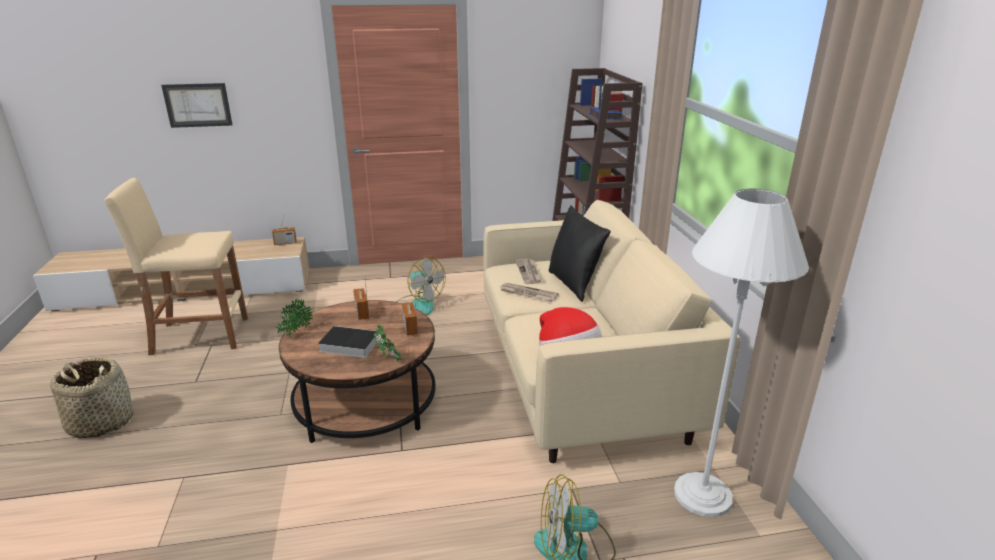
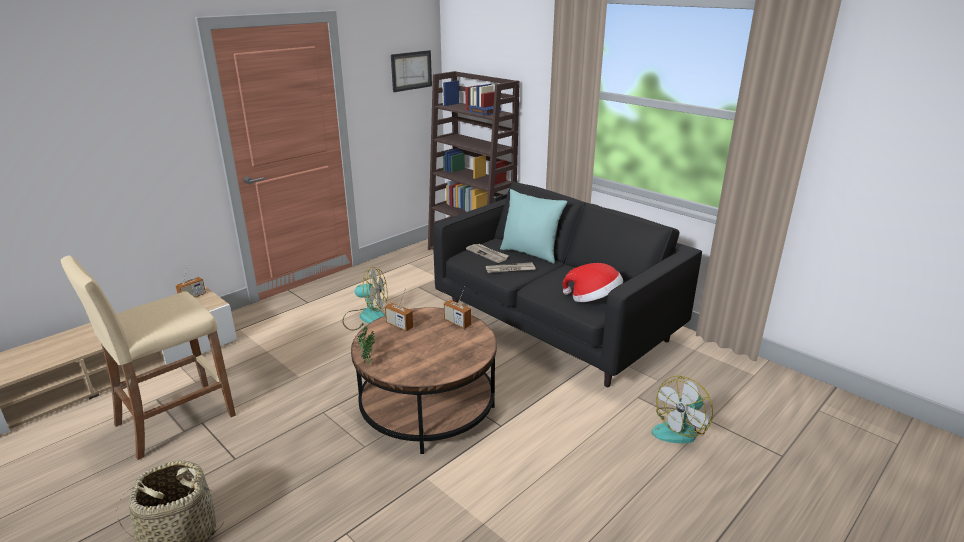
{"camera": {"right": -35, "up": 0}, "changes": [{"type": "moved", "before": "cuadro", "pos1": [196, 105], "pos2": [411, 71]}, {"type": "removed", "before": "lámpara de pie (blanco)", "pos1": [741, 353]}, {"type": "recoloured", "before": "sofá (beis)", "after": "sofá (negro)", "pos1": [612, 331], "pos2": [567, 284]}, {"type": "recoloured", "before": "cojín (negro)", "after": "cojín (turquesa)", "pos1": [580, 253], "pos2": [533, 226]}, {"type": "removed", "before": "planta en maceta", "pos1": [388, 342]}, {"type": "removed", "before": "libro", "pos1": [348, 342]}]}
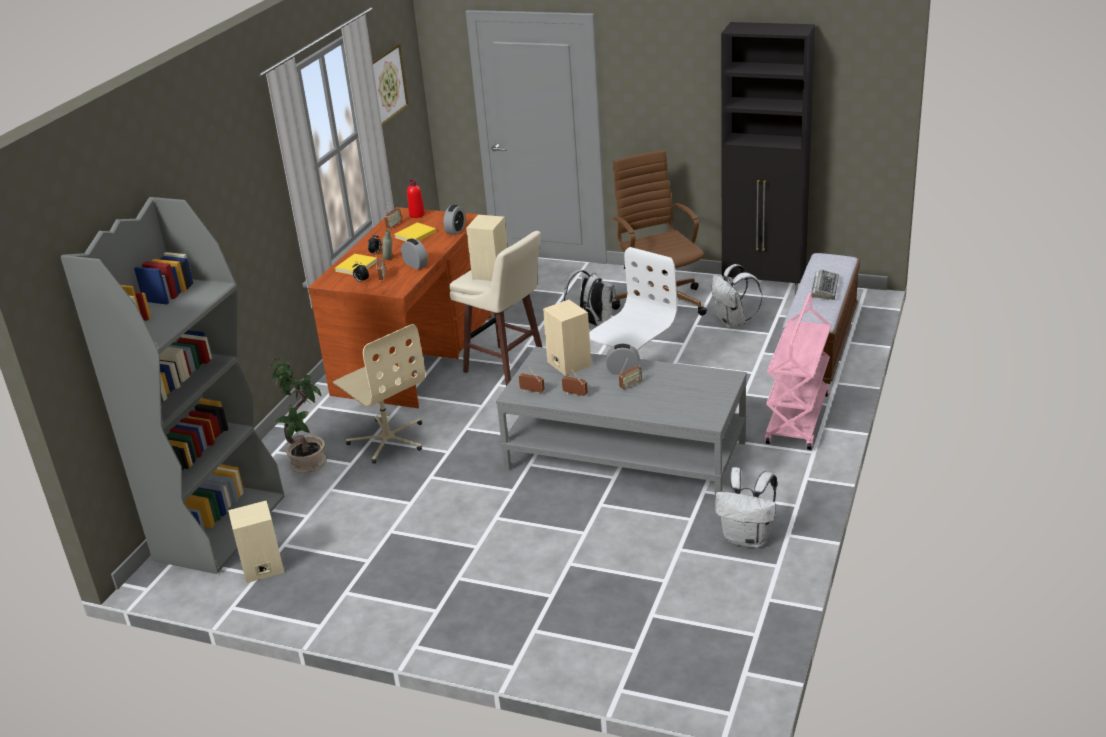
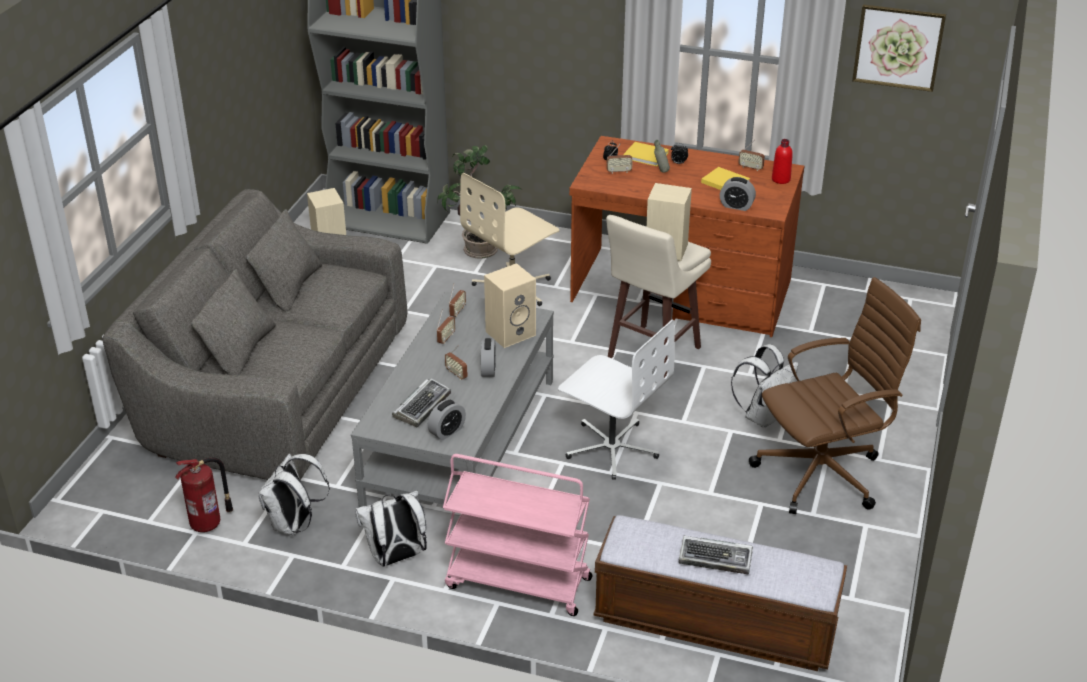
{"camera": {"right": 85, "up": 5}, "changes": [{"type": "removed", "before": "armario (negro)", "pos1": [768, 158]}, {"type": "moved", "before": "despertador", "pos1": [414, 254], "pos2": [446, 419]}, {"type": "moved", "before": "mochila (blanco)", "pos1": [737, 296], "pos2": [391, 528]}, {"type": "added", "after": "sofá (gris)", "pos2": [255, 334]}, {"type": "added", "after": "teclado", "pos2": [421, 402]}, {"type": "added", "after": "extintor", "pos2": [204, 495]}]}
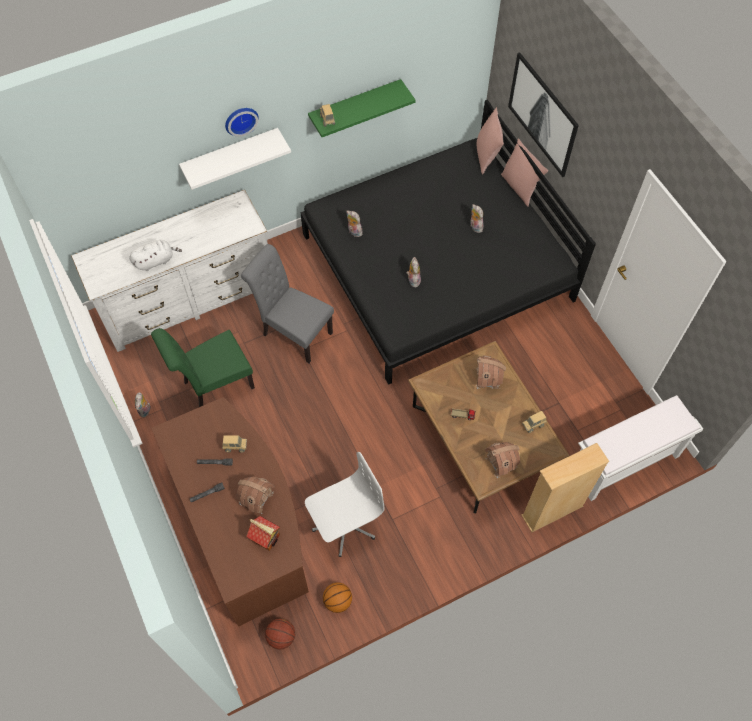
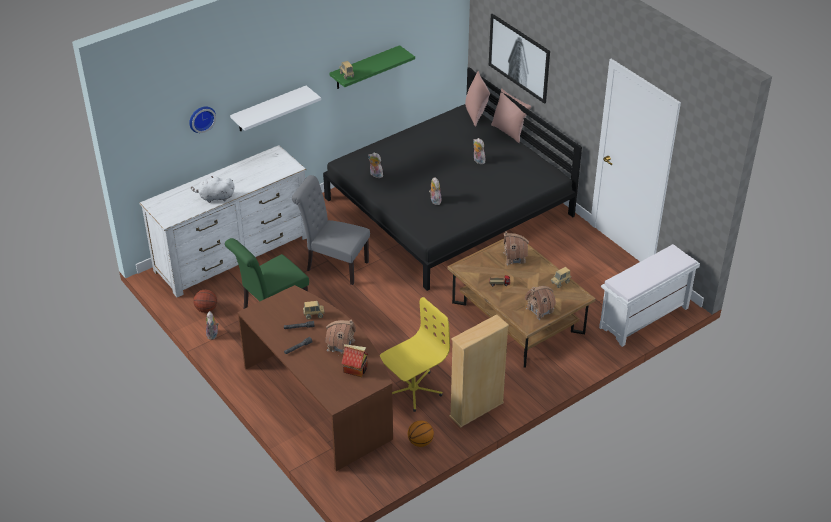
{"camera": {"right": -10, "up": -20}, "changes": [{"type": "moved", "before": "reloj de pared", "pos1": [242, 122], "pos2": [202, 119]}, {"type": "turned", "before": "peluche (blanco)", "pos1": [155, 255], "pos2": [213, 189], "turn": -150}, {"type": "moved", "before": "estantería (beis)", "pos1": [565, 487], "pos2": [479, 371]}, {"type": "recoloured", "before": "silla de oficina (blanco)", "after": "silla de oficina (amarillo)", "pos1": [344, 504], "pos2": [415, 354]}, {"type": "moved", "before": "balón de baloncesto", "pos1": [280, 634], "pos2": [205, 301]}]}
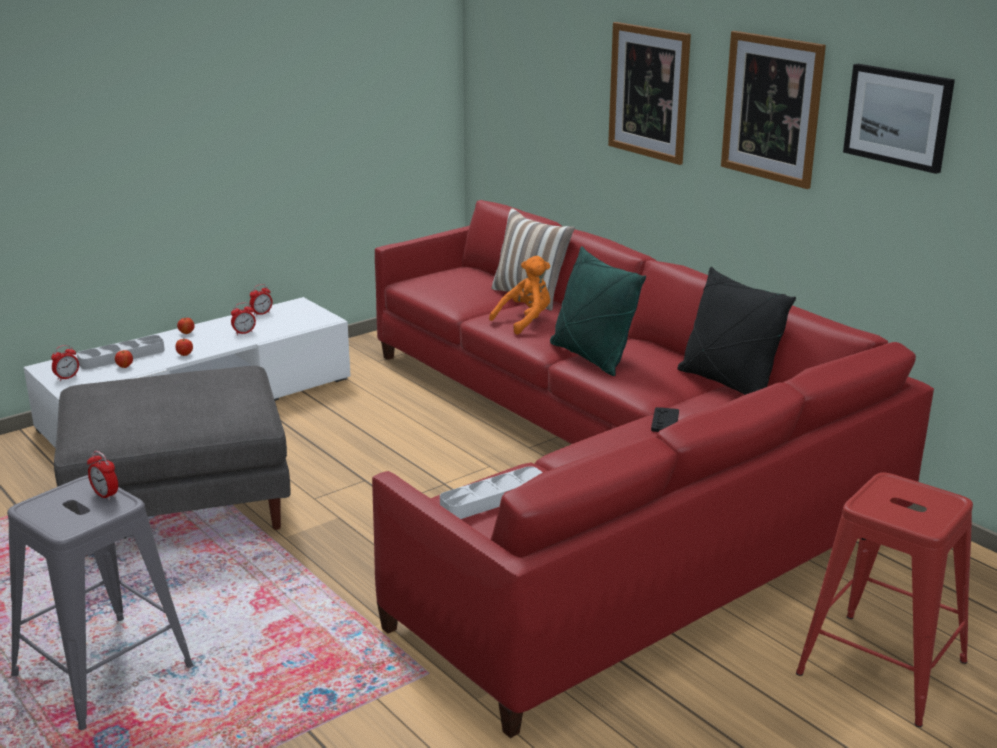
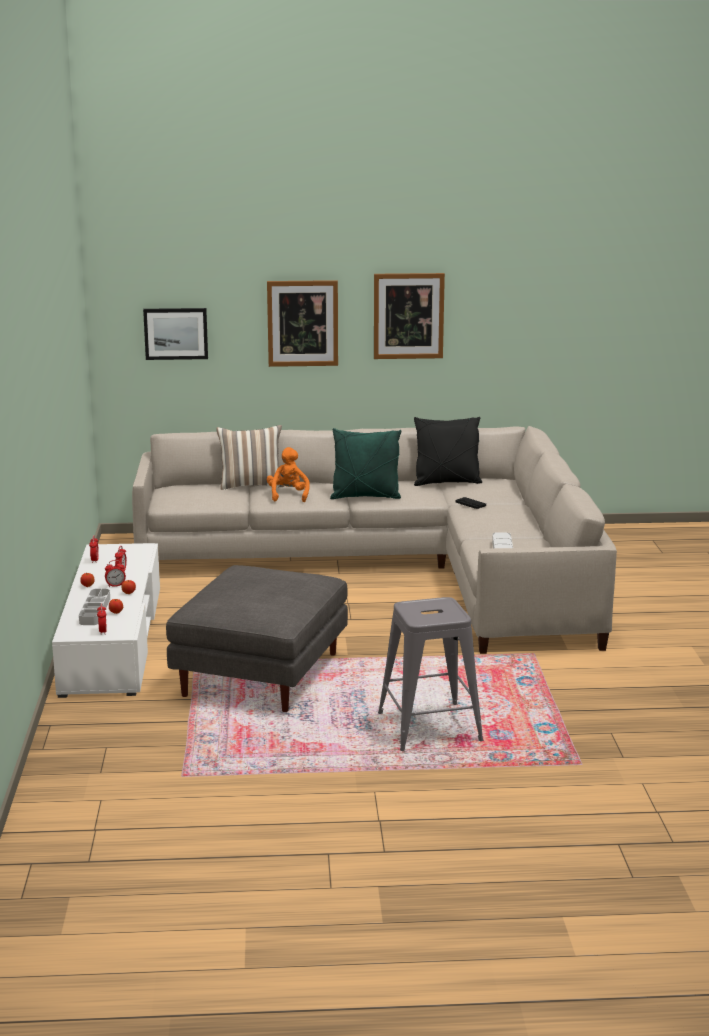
{"camera": {"right": -55, "up": -5}, "changes": [{"type": "moved", "before": "cuadro", "pos1": [899, 119], "pos2": [175, 334]}, {"type": "recoloured", "before": "sofá (rojo)", "after": "sofá (beis)", "pos1": [653, 469], "pos2": [374, 540]}, {"type": "moved", "before": "despertador", "pos1": [102, 476], "pos2": [115, 573]}, {"type": "removed", "before": "taburete (rojo)", "pos1": [884, 599]}]}
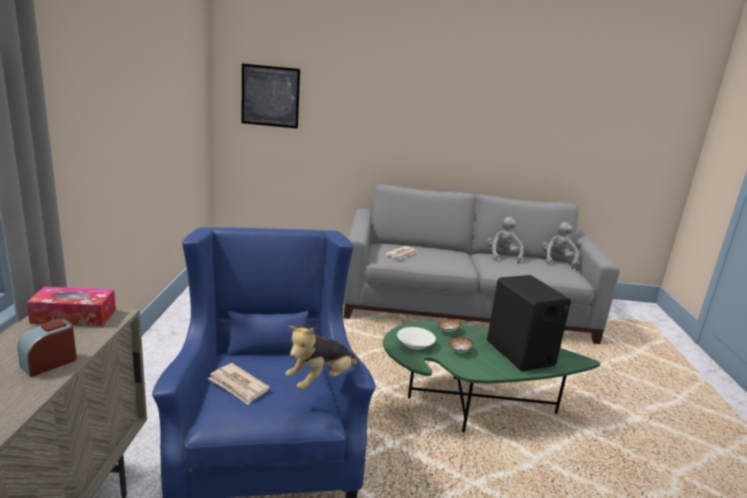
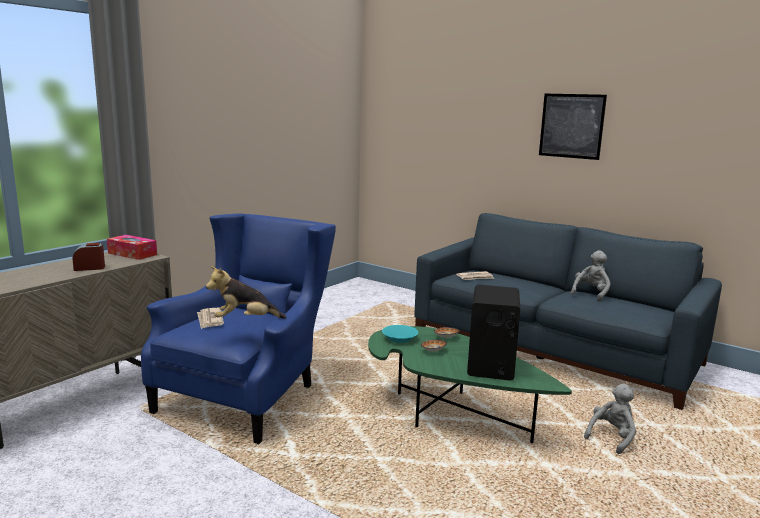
{"camera": {"right": 35, "up": -5}, "changes": [{"type": "moved", "before": "cuadro", "pos1": [271, 96], "pos2": [573, 127]}, {"type": "recoloured", "before": "sofá (gris)", "after": "sofá (azul)", "pos1": [482, 264], "pos2": [568, 311]}, {"type": "moved", "before": "peluche (gris)", "pos1": [560, 245], "pos2": [610, 418]}, {"type": "recoloured", "before": "cuenco (blanco)", "after": "cuenco (turquesa)", "pos1": [416, 338], "pos2": [400, 334]}]}
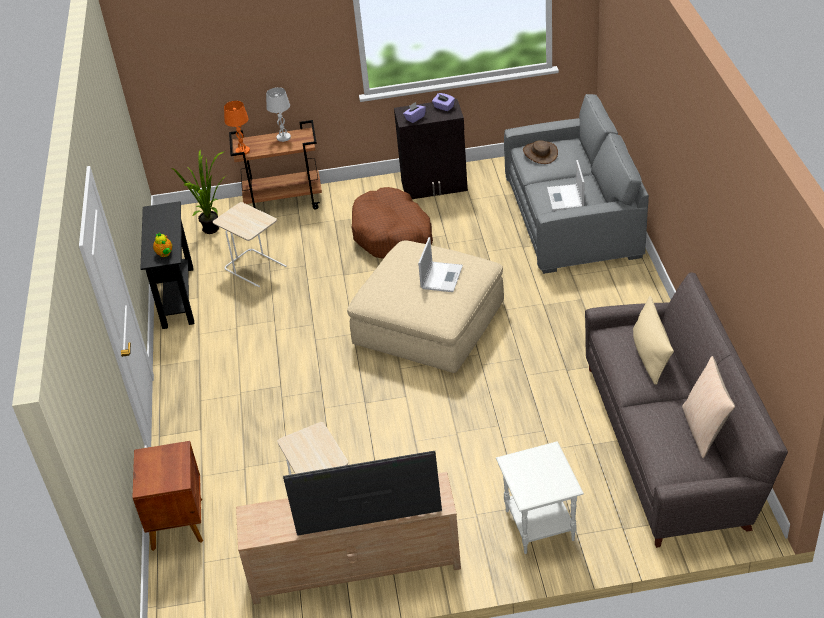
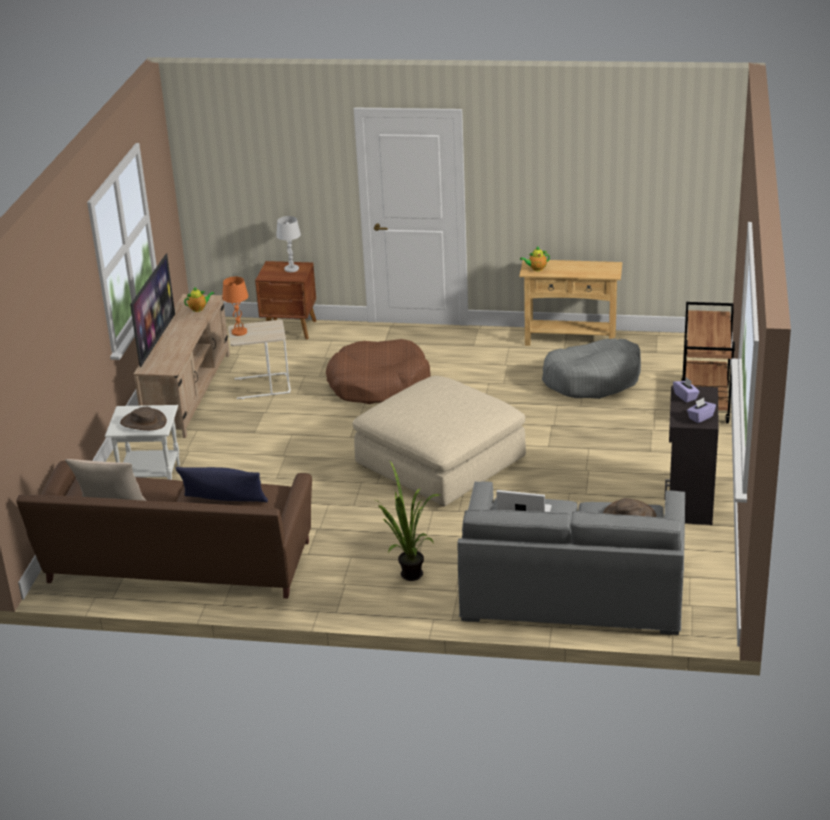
{"camera": {"right": 105, "up": -10}, "changes": [{"type": "moved", "before": "lámpara de mesa (blanco)", "pos1": [278, 114], "pos2": [288, 244]}, {"type": "moved", "before": "lámpara de mesa (naranja)", "pos1": [237, 128], "pos2": [235, 306]}, {"type": "moved", "before": "planta en maceta", "pos1": [199, 192], "pos2": [408, 520]}, {"type": "moved", "before": "cama para perro (marrón)", "pos1": [392, 223], "pos2": [378, 371]}, {"type": "recoloured", "before": "mesa consola (negro)", "after": "mesa consola (beis)", "pos1": [167, 265], "pos2": [570, 302]}, {"type": "replaced", "before": "mesa auxiliar (beis)", "after": "cama para perro (gris)", "pos1": [250, 244], "pos2": [591, 368]}, {"type": "removed", "before": "portátil", "pos1": [440, 264]}, {"type": "recoloured", "before": "sofá (gris)", "after": "sofá (marrón)", "pos1": [686, 410], "pos2": [164, 529]}, {"type": "recoloured", "before": "cojín (beis)", "after": "cojín (azul)", "pos1": [653, 340], "pos2": [222, 484]}, {"type": "added", "after": "tetera", "pos2": [199, 299]}, {"type": "added", "after": "sombrero (marrón)", "pos2": [143, 418]}]}
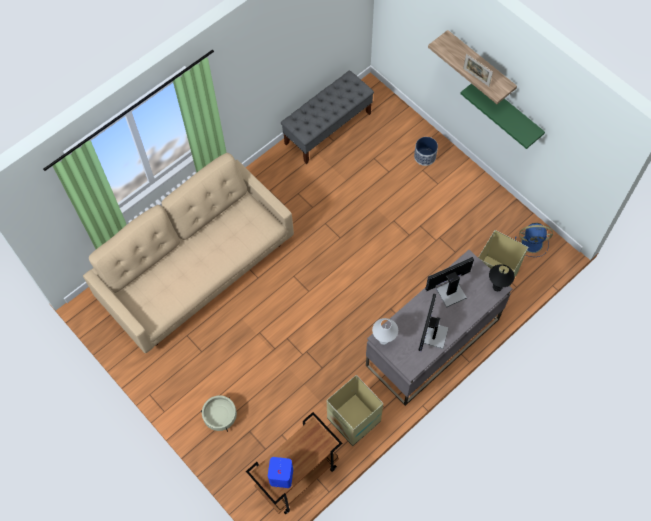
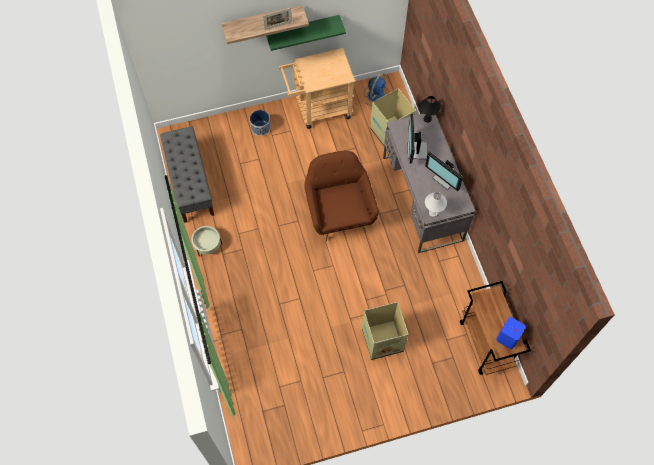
{"camera": {"right": -65, "up": 0}, "changes": [{"type": "removed", "before": "sofá (beis)", "pos1": [188, 253]}, {"type": "moved", "before": "caja de cartón", "pos1": [355, 410], "pos2": [385, 331]}, {"type": "moved", "before": "maceta (beis)", "pos1": [219, 413], "pos2": [206, 241]}, {"type": "added", "after": "carrito (beis)", "pos2": [317, 88]}, {"type": "added", "after": "sillón (marrón)", "pos2": [341, 196]}]}
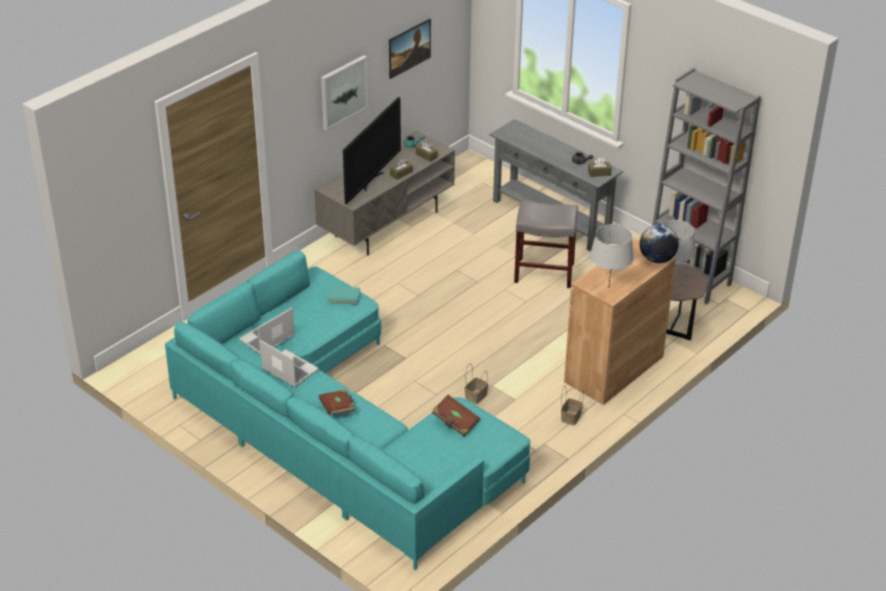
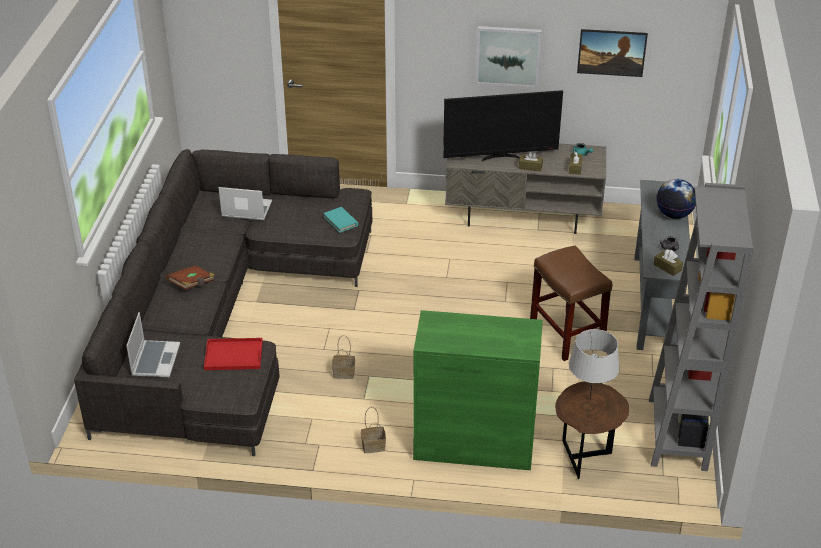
{"camera": {"right": 55, "up": 0}, "changes": [{"type": "recoloured", "before": "taburete (gris)", "after": "taburete (marrón)", "pos1": [546, 244], "pos2": [571, 303]}, {"type": "removed", "before": "lámpara de mesa (gris)", "pos1": [612, 254]}, {"type": "moved", "before": "globo terráqueo", "pos1": [659, 243], "pos2": [676, 199]}, {"type": "recoloured", "before": "armario (marrón)", "after": "armario (verde)", "pos1": [620, 322], "pos2": [478, 390]}, {"type": "recoloured", "before": "sofá (turquesa)", "after": "sofá (gris)", "pos1": [347, 410], "pos2": [223, 302]}, {"type": "moved", "before": "portátil", "pos1": [289, 363], "pos2": [153, 344]}, {"type": "replaced", "before": "libro (marrón)", "after": "bandeja (rojo)", "pos1": [456, 416], "pos2": [233, 354]}]}
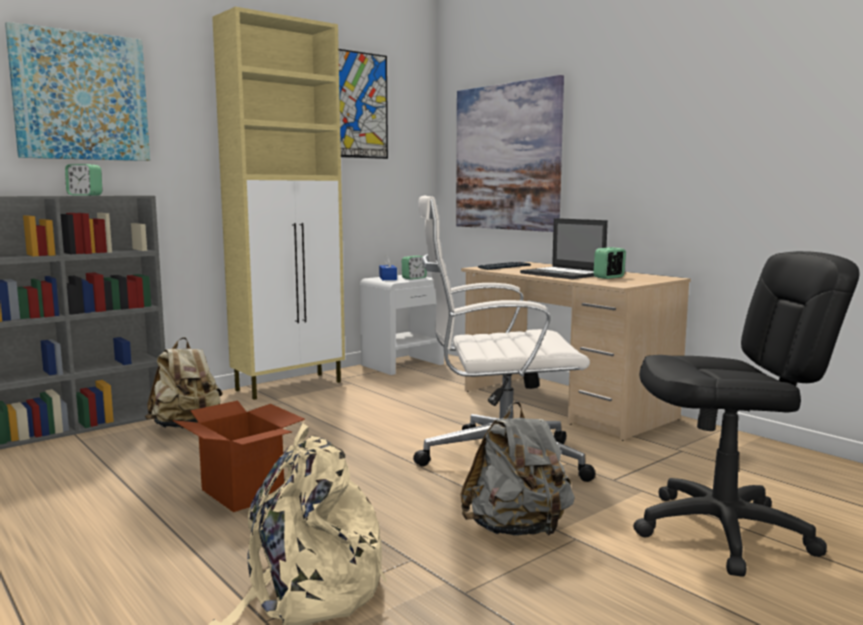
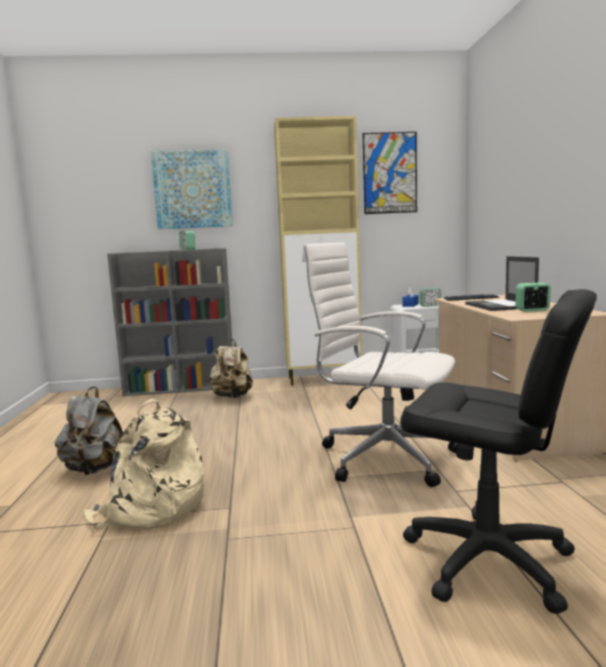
{"camera": {"right": 35, "up": 0}, "changes": [{"type": "removed", "before": "cuadro", "pos1": [510, 153]}, {"type": "removed", "before": "caja de cartón", "pos1": [238, 456]}, {"type": "moved", "before": "mochila (gris)", "pos1": [517, 468], "pos2": [89, 431]}]}
